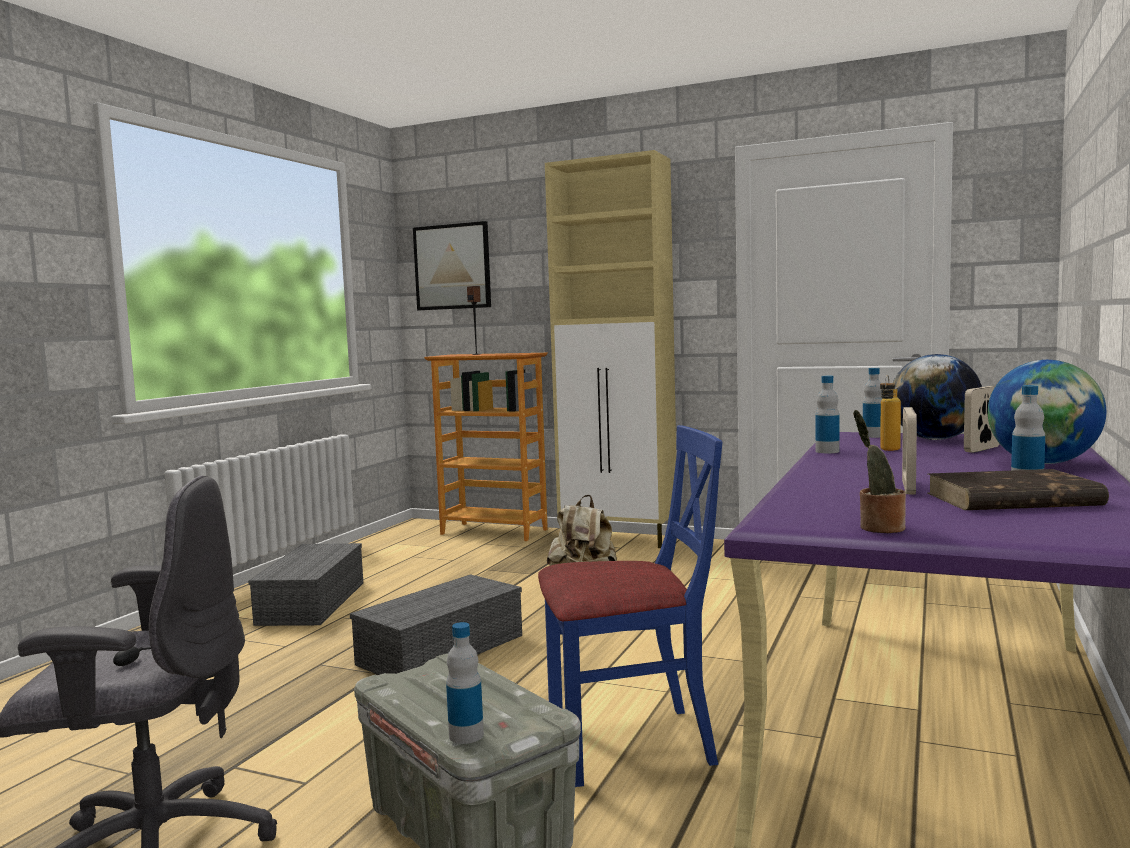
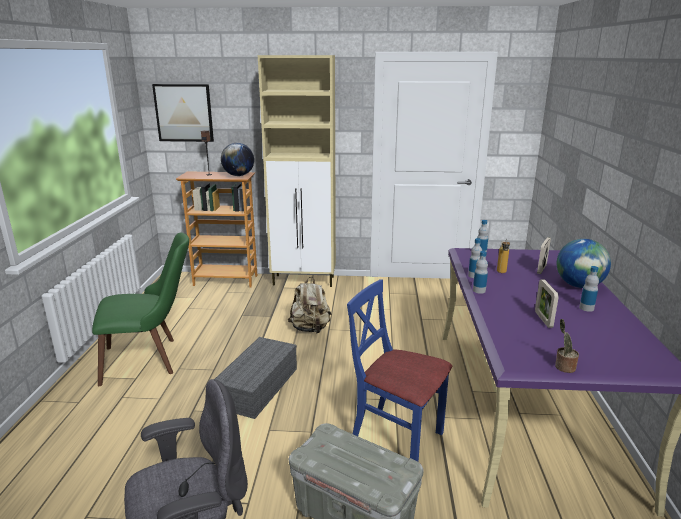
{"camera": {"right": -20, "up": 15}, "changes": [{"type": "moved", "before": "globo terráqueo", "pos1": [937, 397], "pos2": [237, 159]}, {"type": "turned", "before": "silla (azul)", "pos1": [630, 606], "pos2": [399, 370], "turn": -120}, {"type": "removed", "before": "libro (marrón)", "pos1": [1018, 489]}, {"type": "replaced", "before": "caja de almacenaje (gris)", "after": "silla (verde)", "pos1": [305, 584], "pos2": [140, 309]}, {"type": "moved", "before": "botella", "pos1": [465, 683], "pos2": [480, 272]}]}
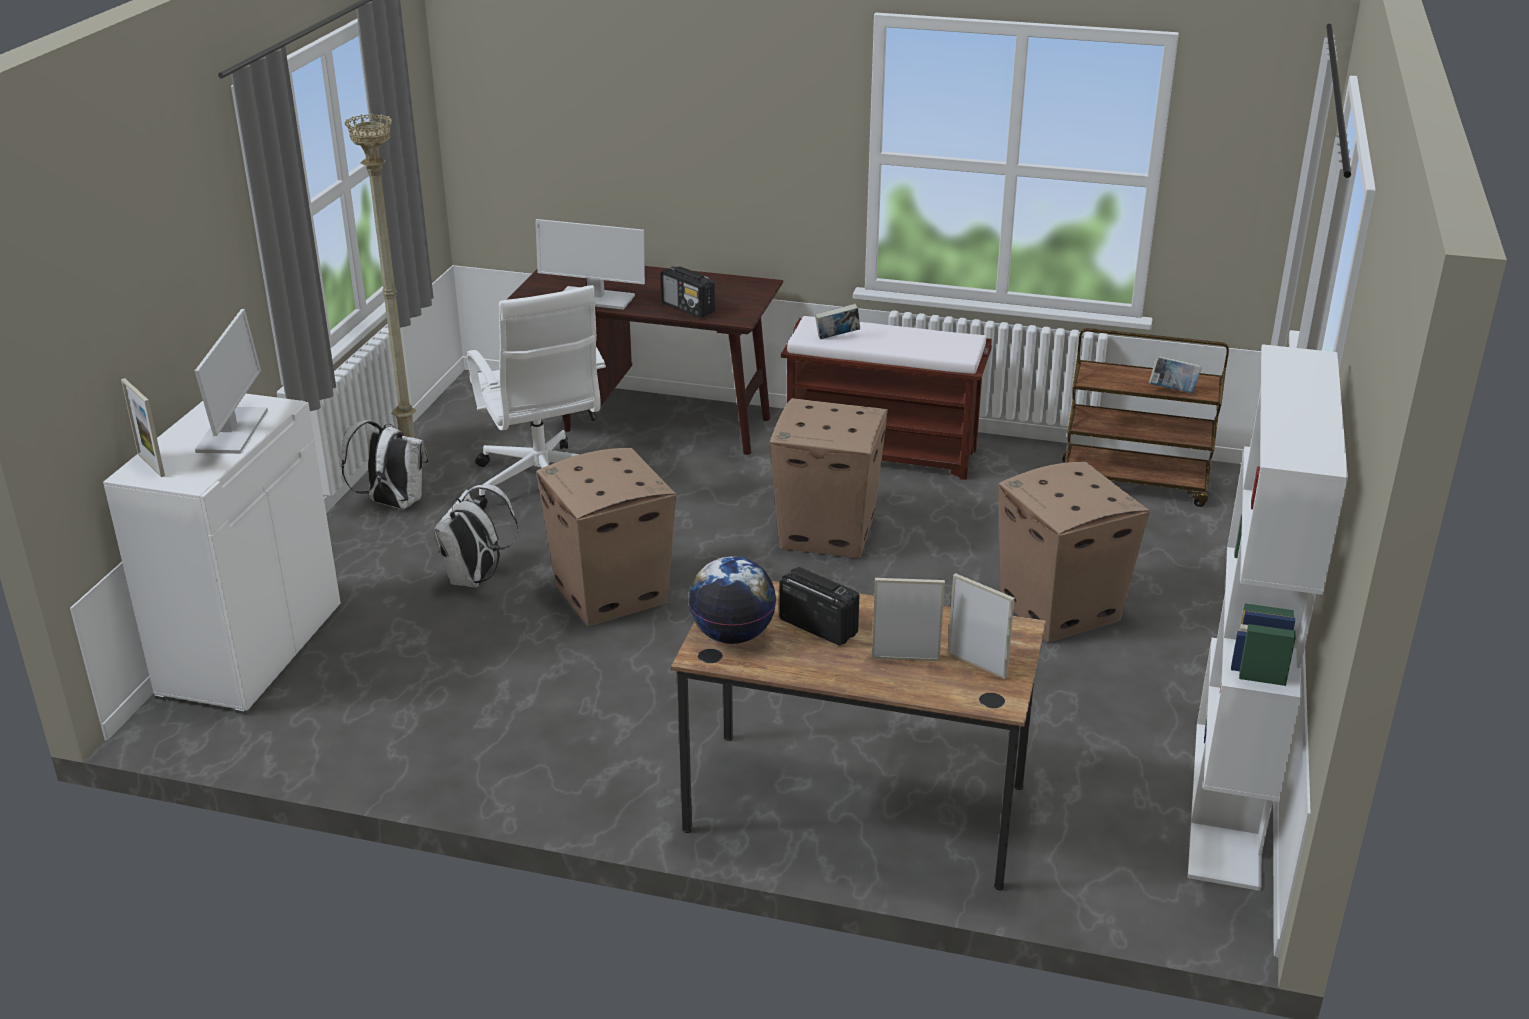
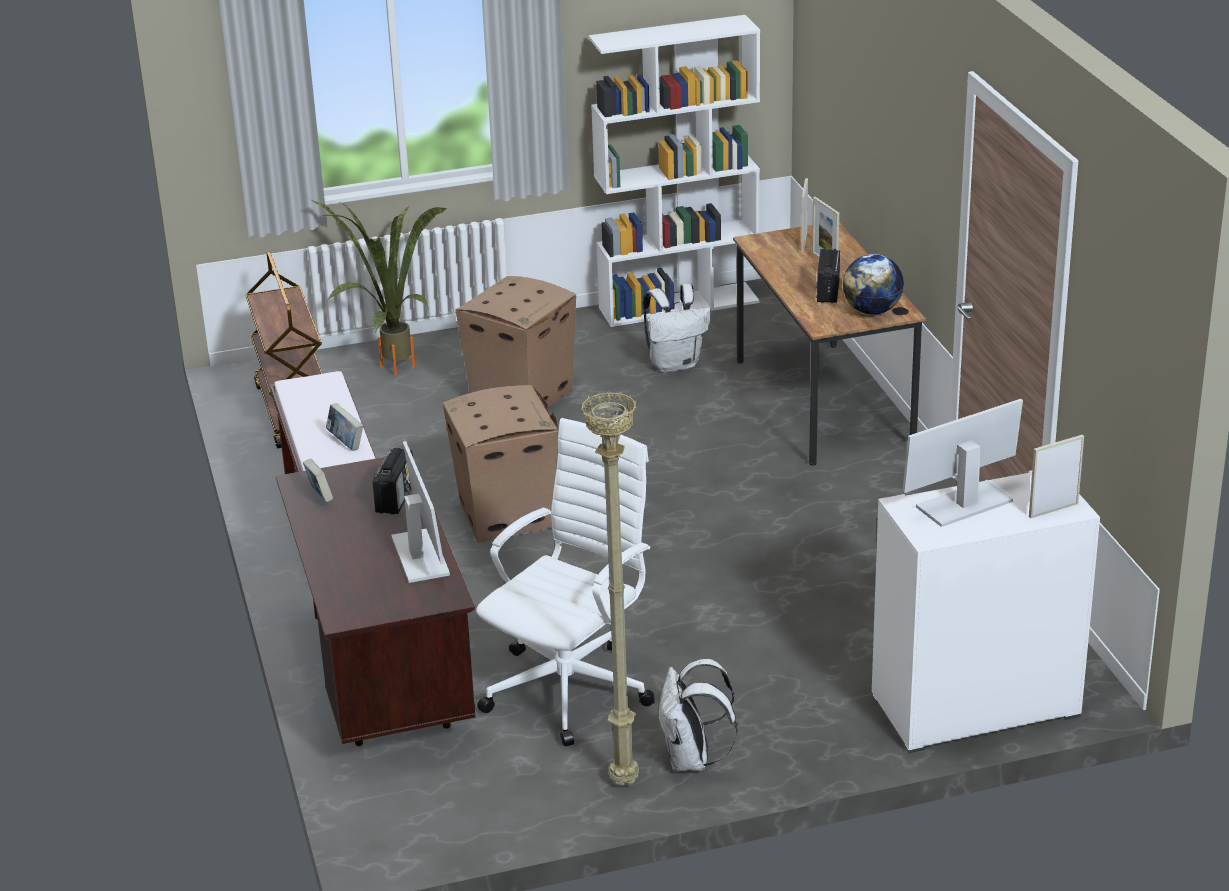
{"camera": {"right": -120, "up": 0}, "changes": [{"type": "moved", "before": "libro", "pos1": [1175, 374], "pos2": [318, 480]}, {"type": "turned", "before": "portarretratos", "pos1": [143, 427], "pos2": [1056, 476], "turn": -135}, {"type": "removed", "before": "caja de cartón", "pos1": [606, 537]}, {"type": "moved", "before": "mochila (blanco)", "pos1": [475, 536], "pos2": [677, 328]}, {"type": "added", "after": "planta en maceta", "pos2": [379, 288]}]}
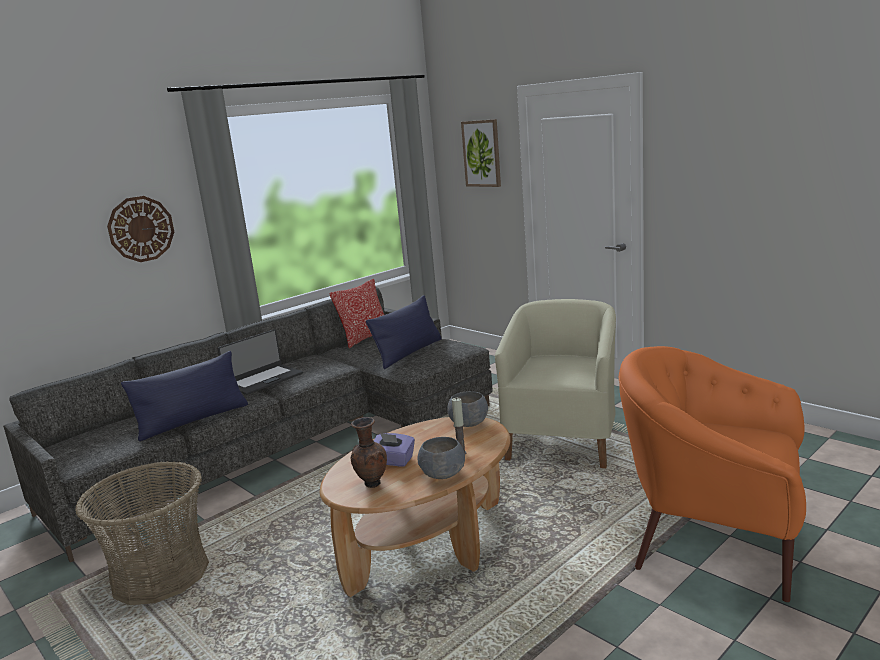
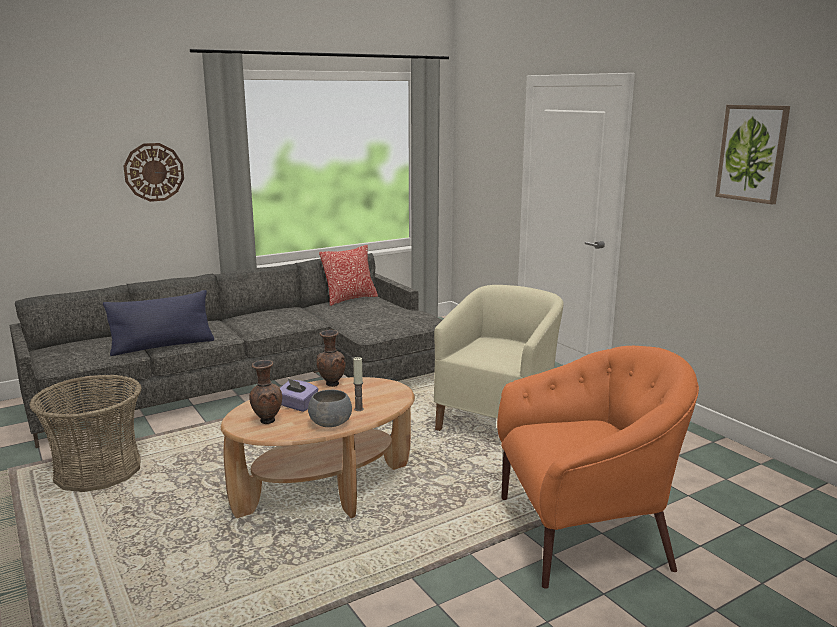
{"camera": {"right": 10, "up": 0}, "changes": [{"type": "moved", "before": "cuadro", "pos1": [481, 153], "pos2": [752, 155]}, {"type": "removed", "before": "cojín (azul)", "pos1": [404, 332]}, {"type": "removed", "before": "portátil", "pos1": [260, 362]}, {"type": "turned", "before": "sillón (naranja)", "pos1": [712, 474], "pos2": [598, 467], "turn": 135}, {"type": "removed", "before": "cuenco (gris)", "pos1": [467, 409]}, {"type": "added", "after": "florero (marrón)", "pos2": [331, 358]}]}
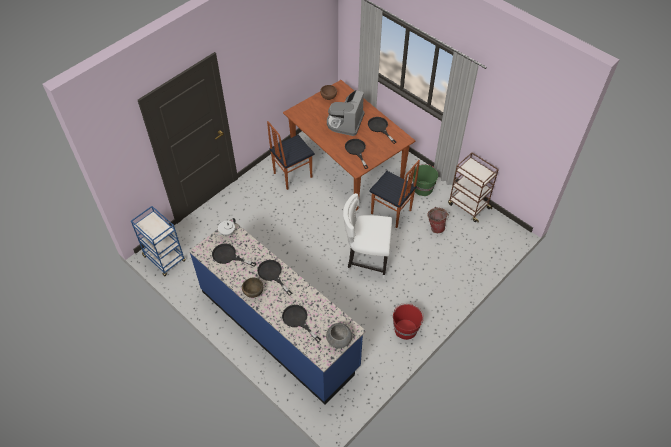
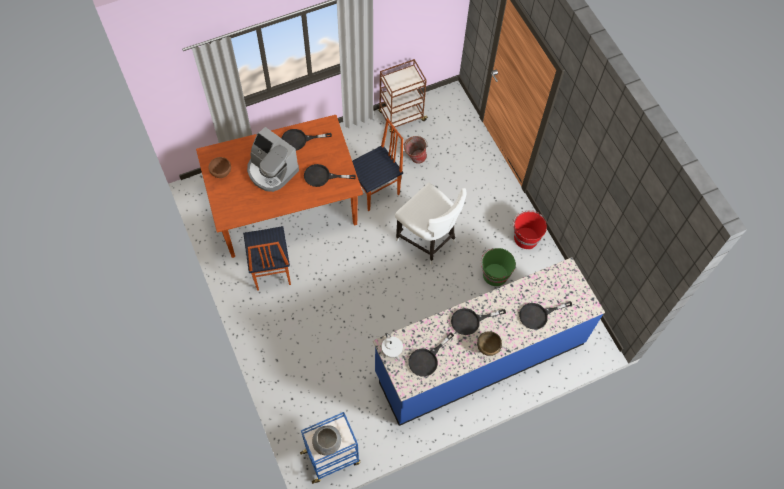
{"camera": {"right": -70, "up": 10}, "changes": [{"type": "moved", "before": "cubo (verde)", "pos1": [425, 180], "pos2": [498, 267]}, {"type": "turned", "before": "silla (blanco)", "pos1": [367, 236], "pos2": [430, 224], "turn": -75}, {"type": "moved", "before": "cuenco (gris)", "pos1": [339, 335], "pos2": [326, 440]}]}
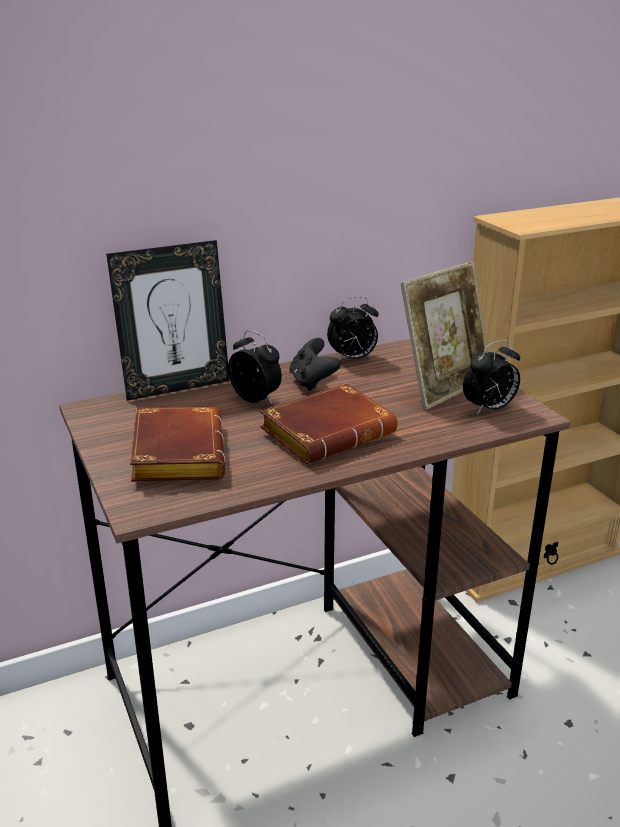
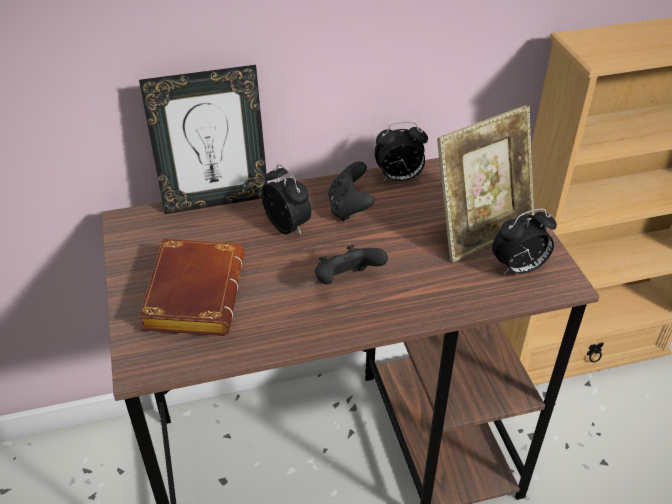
{"camera": {"right": 10, "up": 15}, "changes": [{"type": "replaced", "before": "libro (marrón)", "after": "mando de consola (negro)", "pos1": [328, 423], "pos2": [351, 264]}]}
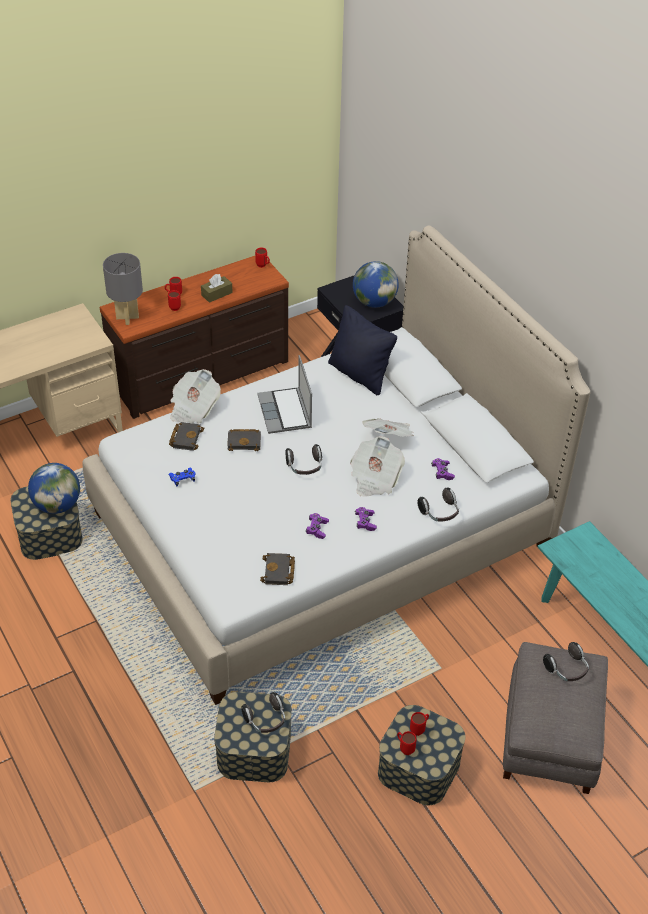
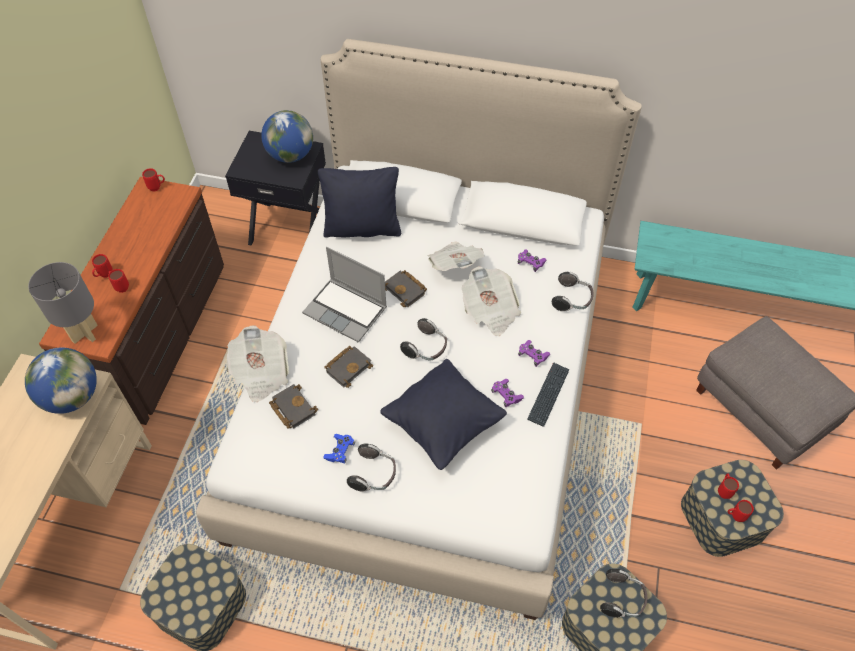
{"camera": {"right": -45, "up": 10}, "changes": [{"type": "removed", "before": "caja de pañuelos (marrón)", "pos1": [217, 288]}, {"type": "moved", "before": "globo terráqueo", "pos1": [54, 488], "pos2": [61, 381]}, {"type": "moved", "before": "libro (negro)", "pos1": [277, 569], "pos2": [406, 288]}, {"type": "moved", "before": "auriculares", "pos1": [566, 661], "pos2": [371, 467]}, {"type": "added", "after": "cojín (negro)", "pos2": [443, 414]}, {"type": "added", "after": "teclado", "pos2": [548, 394]}]}
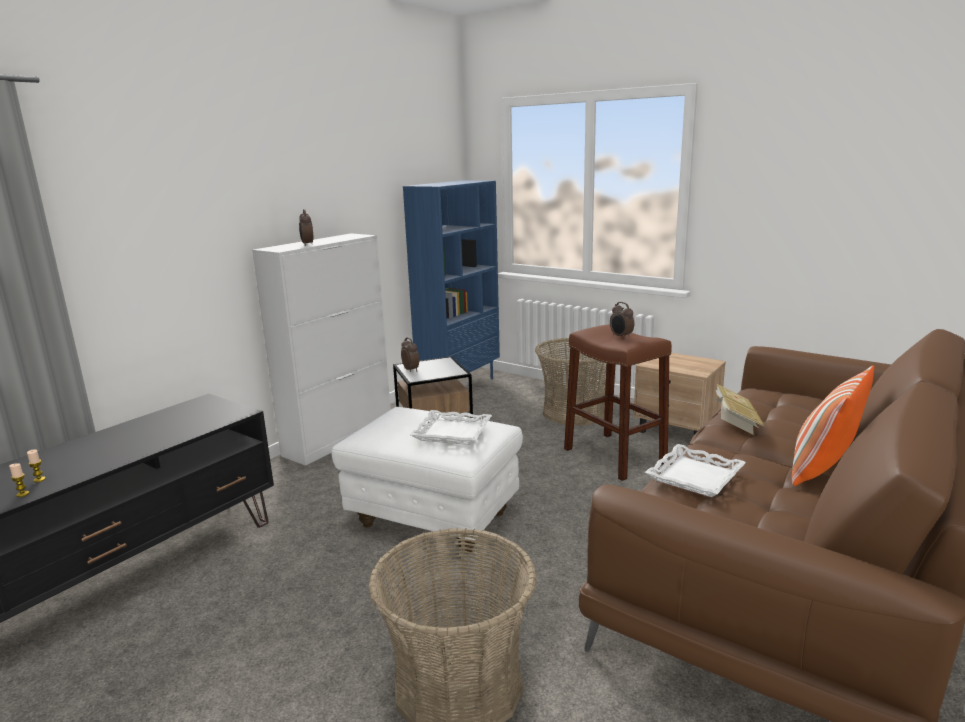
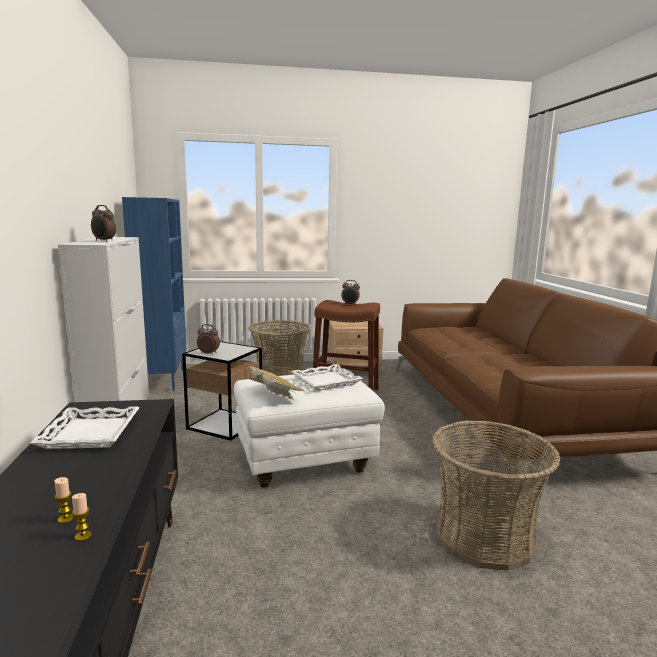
{"camera": {"right": -45, "up": -5}, "changes": [{"type": "removed", "before": "cojín", "pos1": [833, 426]}, {"type": "moved", "before": "libro", "pos1": [739, 409], "pos2": [275, 383]}, {"type": "moved", "before": "bandeja (blanco)", "pos1": [695, 470], "pos2": [85, 427]}]}
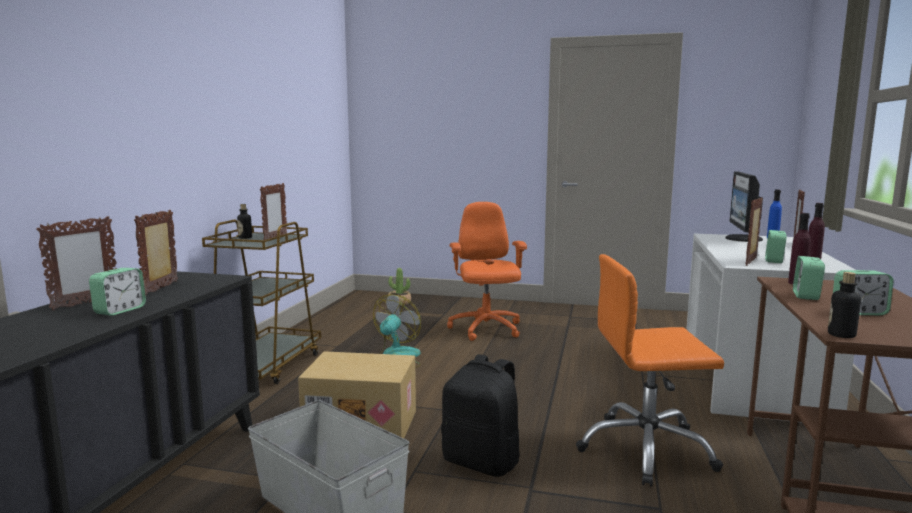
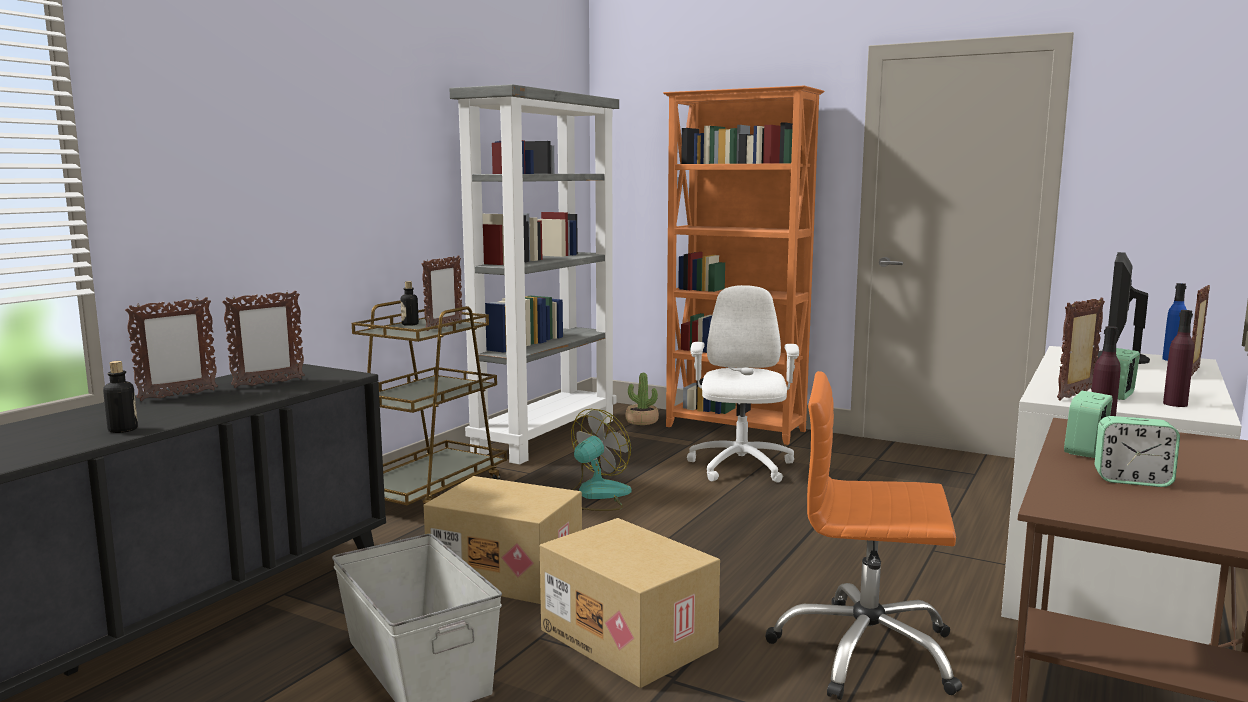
{"camera": {"right": 15, "up": 0}, "changes": [{"type": "recoloured", "before": "silla de oficina (naranja)", "after": "silla de oficina (blanco)", "pos1": [487, 271], "pos2": [743, 384]}, {"type": "turned", "before": "portarretratos", "pos1": [156, 252], "pos2": [263, 339], "turn": -150}, {"type": "removed", "before": "despertador", "pos1": [117, 292]}, {"type": "moved", "before": "botella", "pos1": [844, 305], "pos2": [120, 397]}, {"type": "replaced", "before": "mochila (negro)", "after": "caja de cartón", "pos1": [480, 415], "pos2": [630, 603]}, {"type": "added", "after": "estantería (gris)", "pos2": [534, 274]}, {"type": "added", "after": "estantería (naranja)", "pos2": [743, 265]}]}
